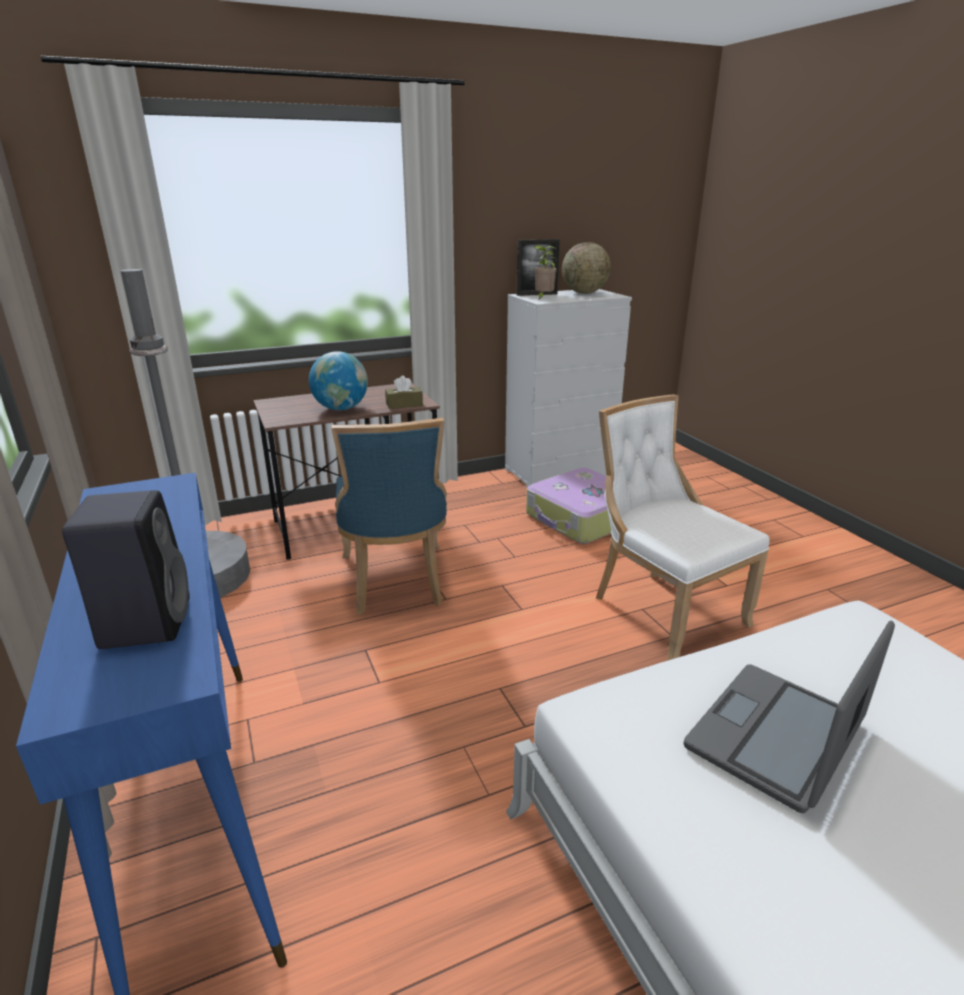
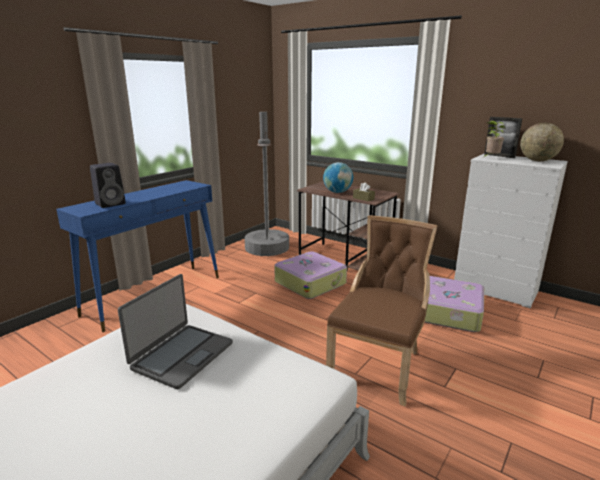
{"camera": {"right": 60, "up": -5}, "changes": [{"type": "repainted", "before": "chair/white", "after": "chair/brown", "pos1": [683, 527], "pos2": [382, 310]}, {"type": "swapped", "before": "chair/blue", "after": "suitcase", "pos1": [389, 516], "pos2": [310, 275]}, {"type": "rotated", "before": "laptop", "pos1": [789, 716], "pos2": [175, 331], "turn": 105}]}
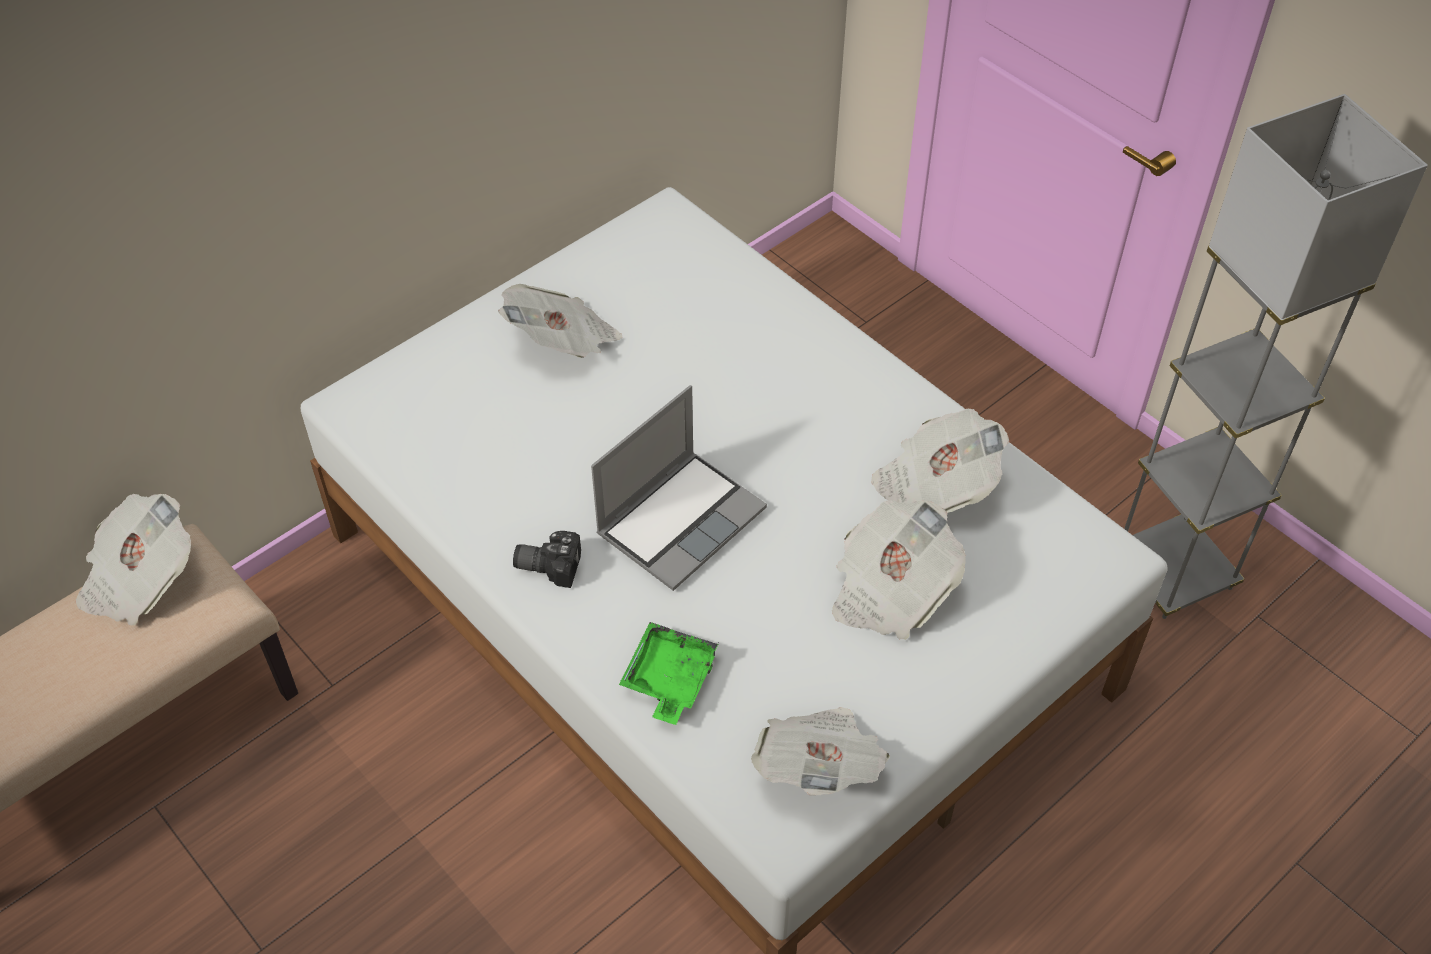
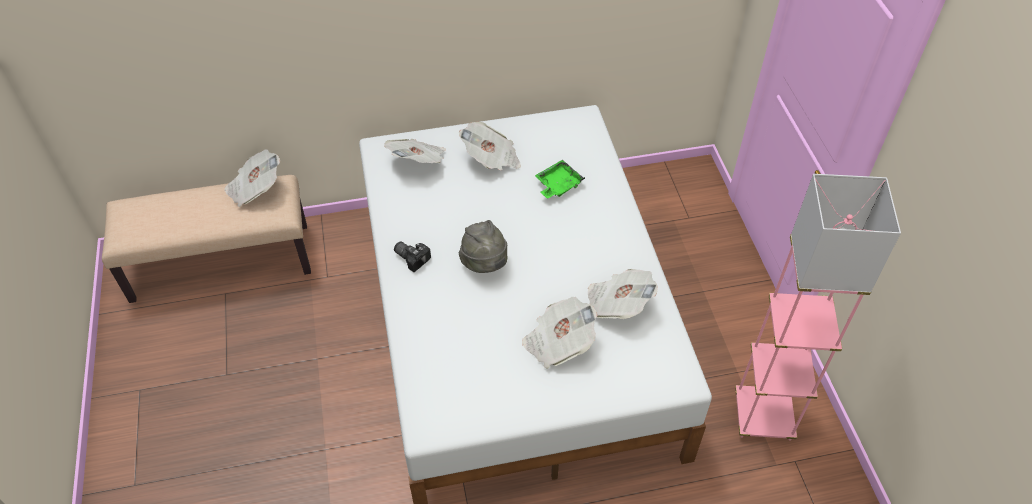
{"camera": {"right": 30, "up": 0}, "changes": [{"type": "repainted", "before": "floor lamp/grey", "after": "floor lamp/pink", "pos1": [1276, 356], "pos2": [818, 307]}, {"type": "swapped", "before": "laptop", "after": "hat/grey", "pos1": [679, 488], "pos2": [483, 246]}, {"type": "shifted", "before": "tray/green", "pos1": [669, 673], "pos2": [560, 179]}, {"type": "shifted", "before": "newspaper", "pos1": [820, 751], "pos2": [415, 151]}]}
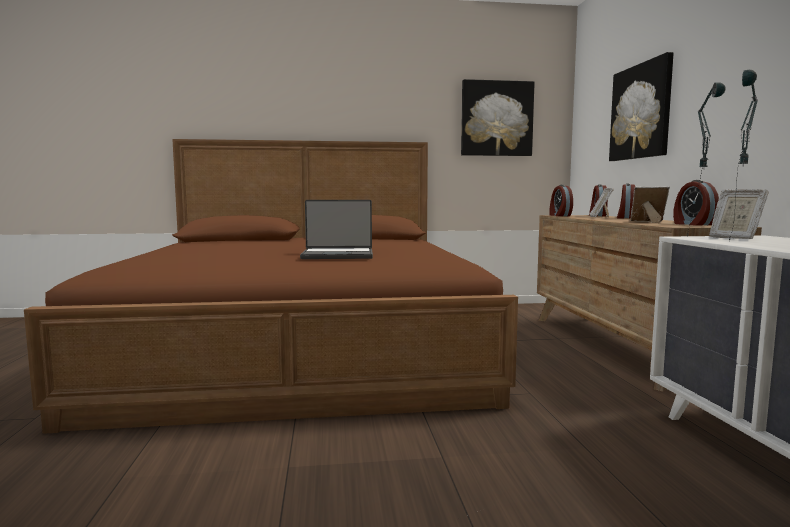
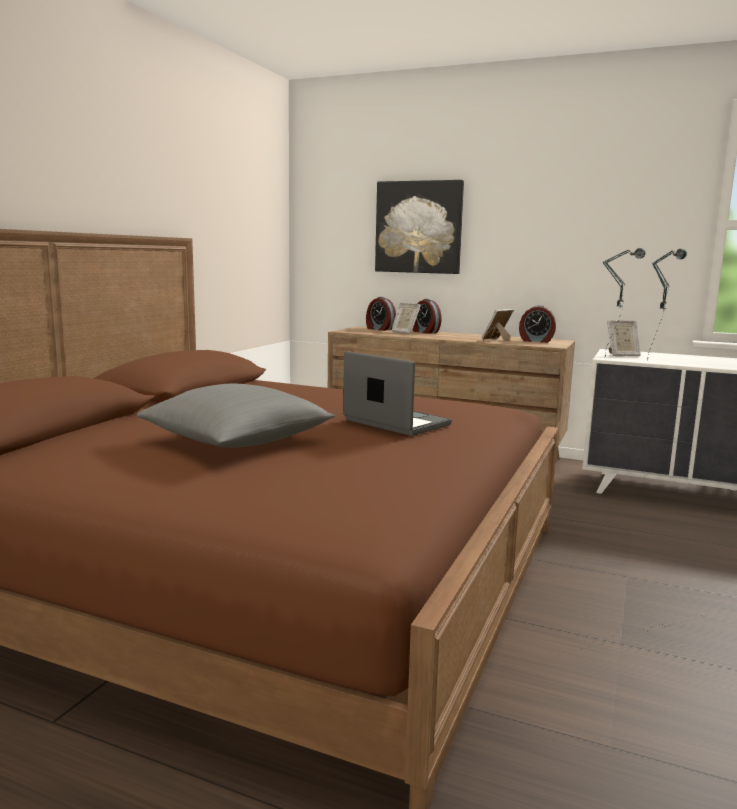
{"camera": {"right": -60, "up": 5}, "changes": [{"type": "gone", "before": "picture", "pos1": [498, 117]}, {"type": "gone", "before": "alarm clock", "pos1": [561, 200]}, {"type": "rotated", "before": "laptop", "pos1": [336, 229], "pos2": [397, 393], "turn": -75}, {"type": "new", "after": "pillow/grey", "pos2": [236, 416]}]}
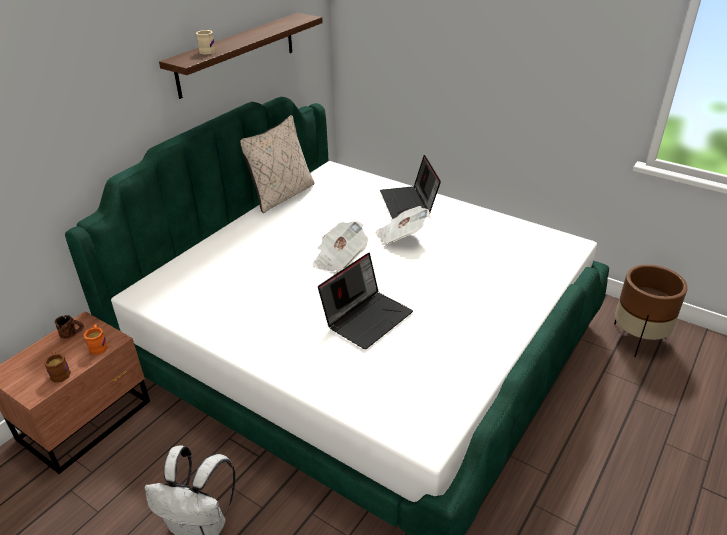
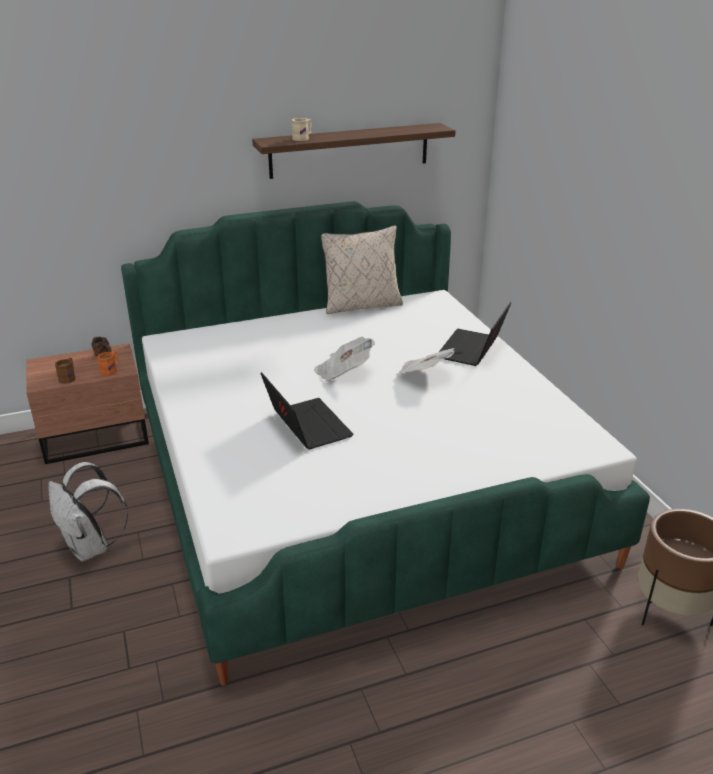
{"camera": {"right": 35, "up": -5}, "changes": [{"type": "rotated", "before": "laptop", "pos1": [365, 301], "pos2": [307, 411], "turn": -105}]}
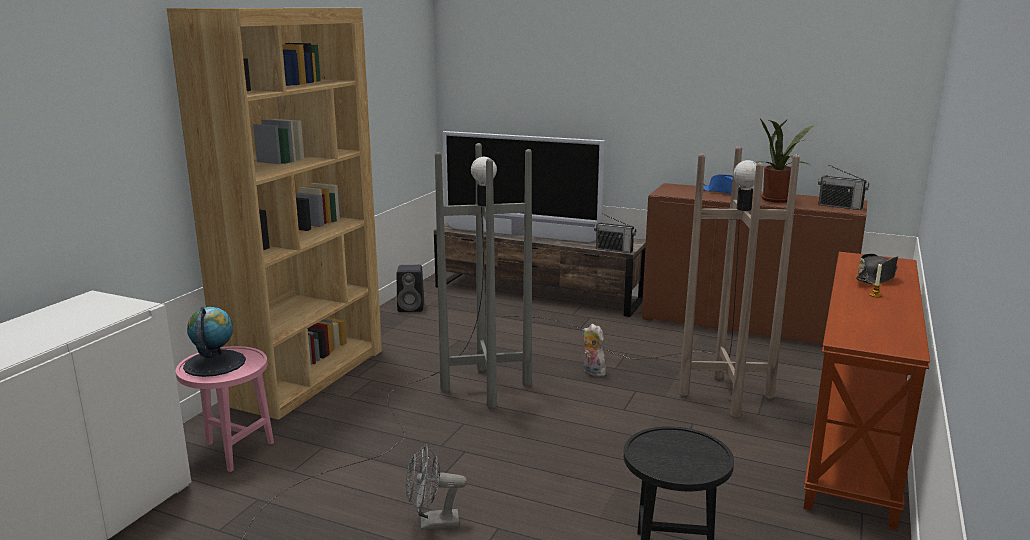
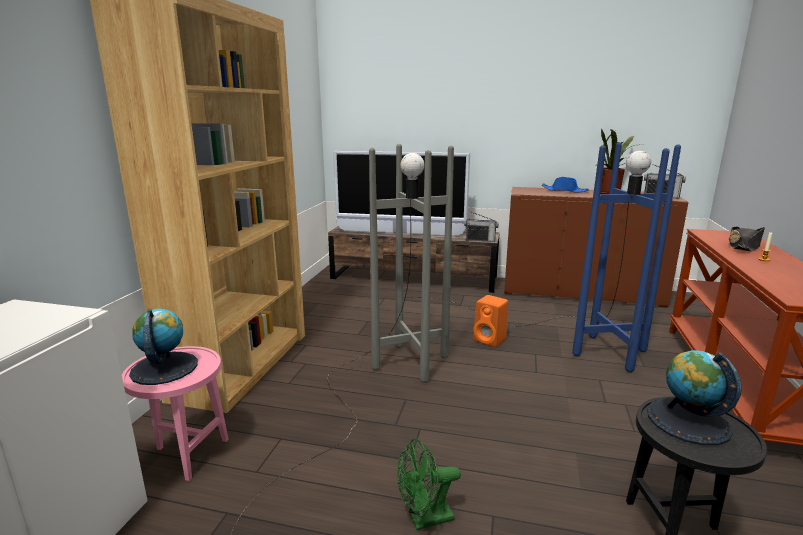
{"camera": {"right": -10, "up": 0}, "changes": [{"type": "repainted", "before": "floor lamp/brown", "after": "floor lamp/blue", "pos1": [659, 282], "pos2": [546, 257]}, {"type": "gone", "before": "speaker/black", "pos1": [410, 288]}, {"type": "swapped", "before": "plush toy", "after": "speaker/orange", "pos1": [594, 350], "pos2": [490, 321]}, {"type": "repainted", "before": "fan/grey", "after": "fan/green", "pos1": [436, 487], "pos2": [429, 484]}, {"type": "new", "after": "globe", "pos2": [694, 397]}]}
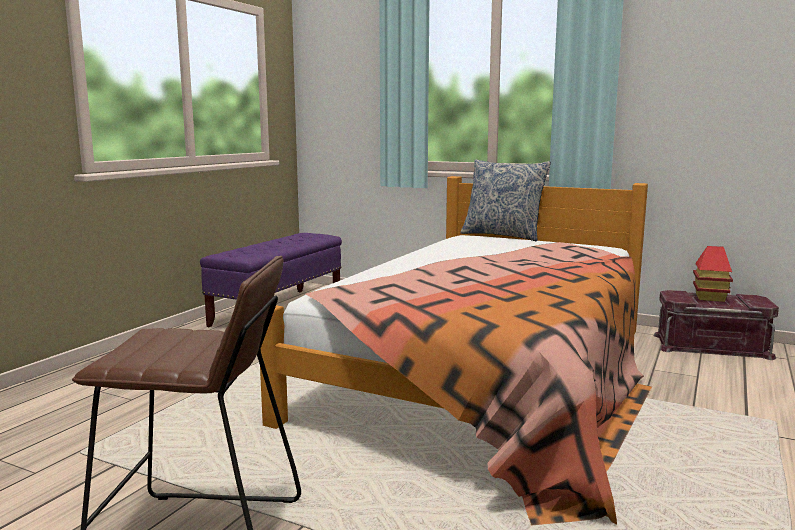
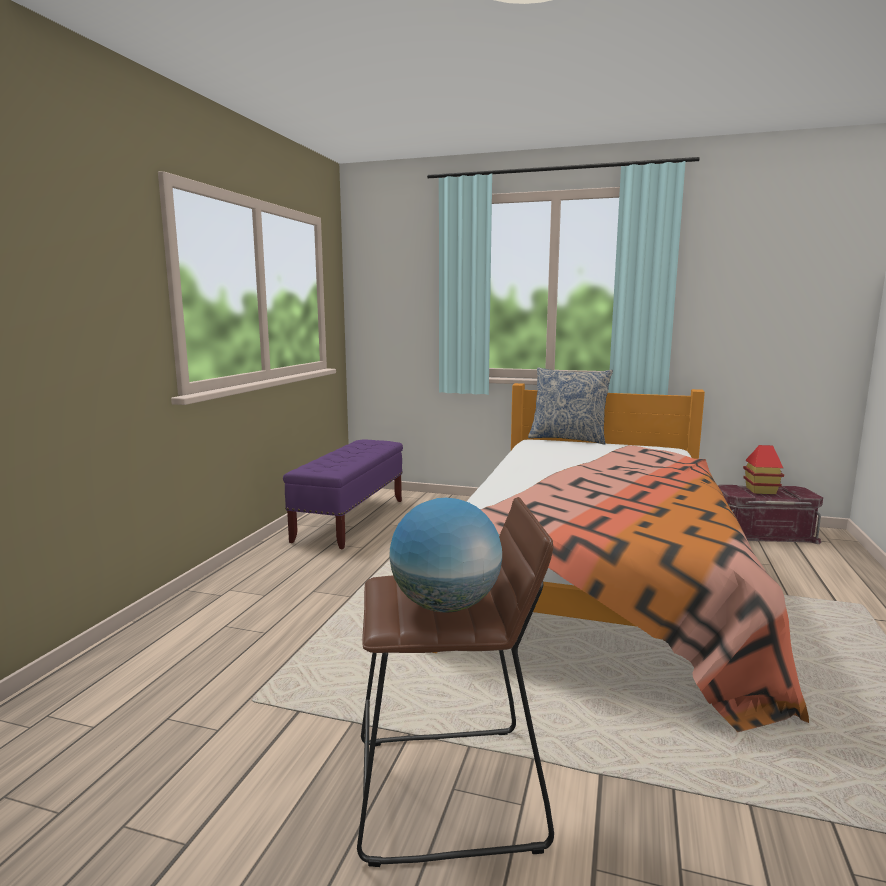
{"camera": {"right": -10, "up": 0}, "changes": [{"type": "new", "after": "globe", "pos2": [445, 555]}]}
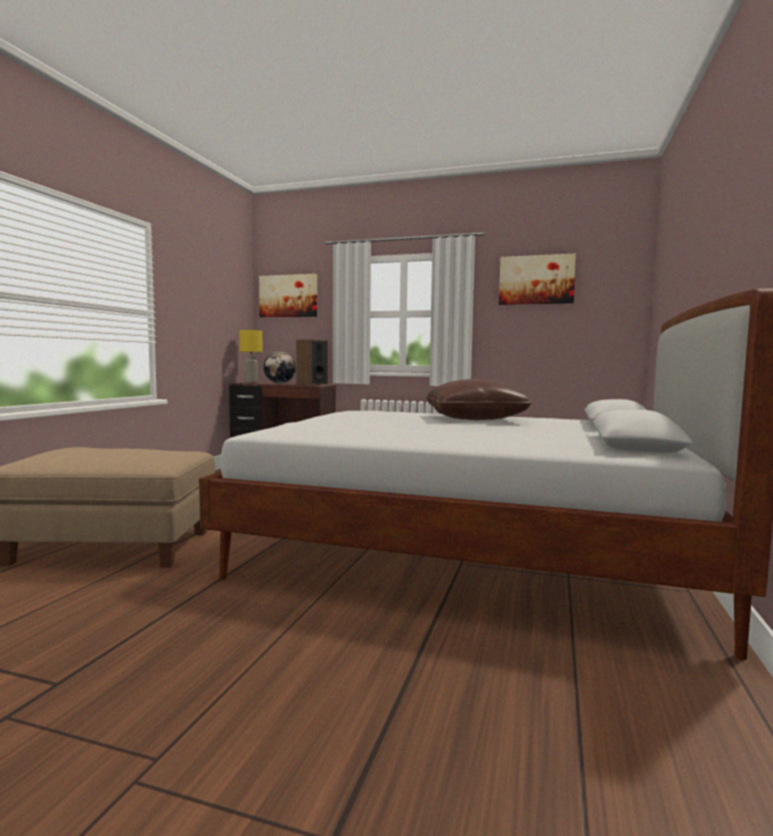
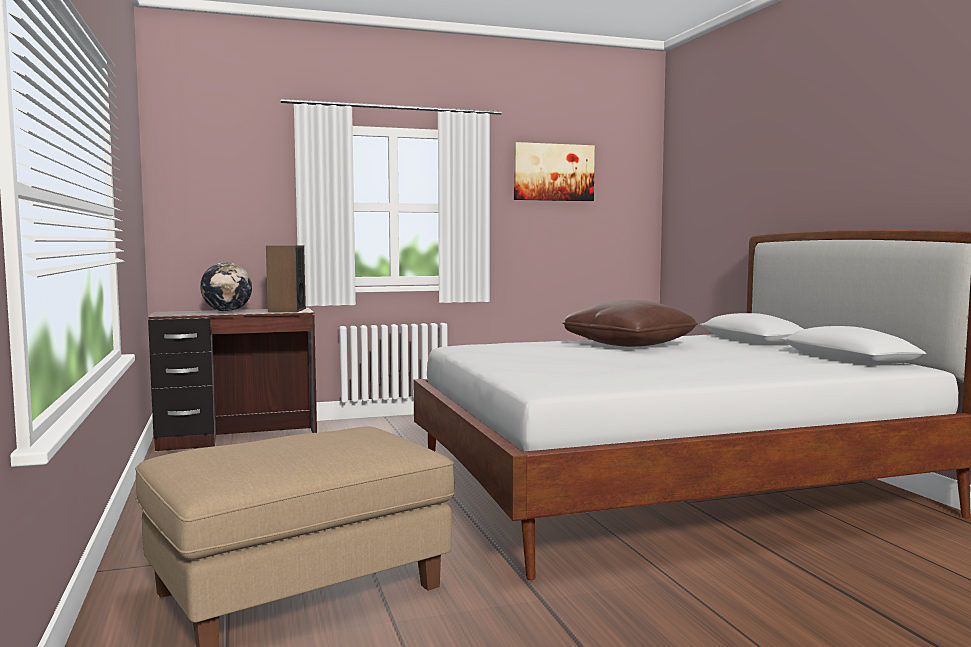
{"camera": {"right": -35, "up": 0}, "changes": [{"type": "gone", "before": "picture", "pos1": [288, 295]}, {"type": "gone", "before": "table lamp/yellow", "pos1": [251, 356]}]}
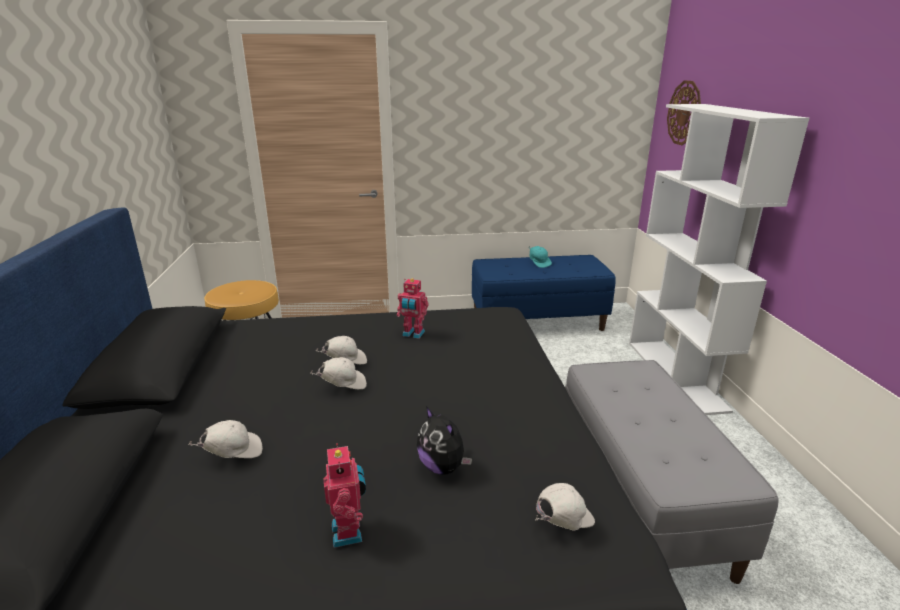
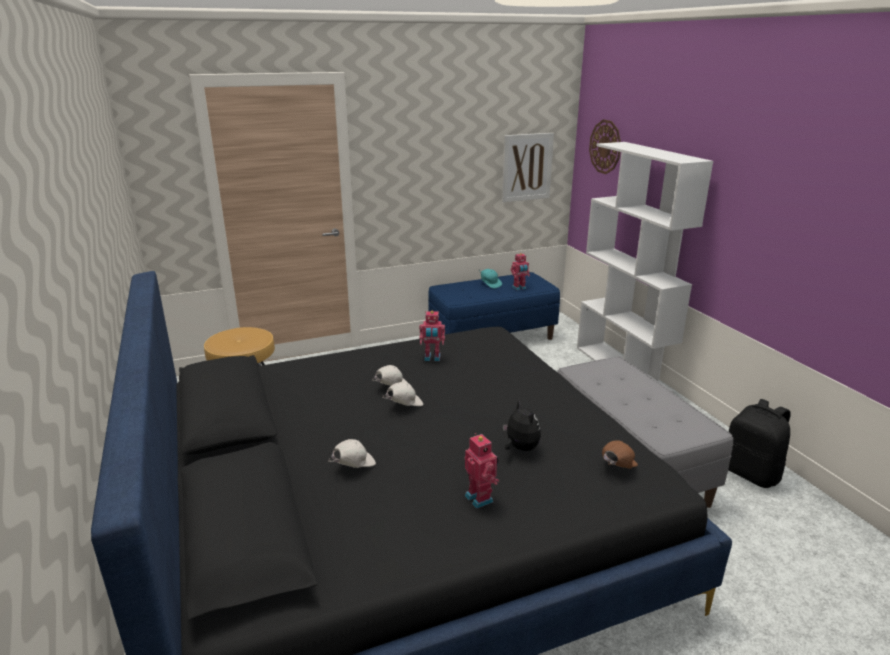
{"camera": {"right": -15, "up": 0}, "changes": [{"type": "rotated", "before": "plush toy", "pos1": [444, 440], "pos2": [521, 425], "turn": -150}, {"type": "repainted", "before": "cap/white", "after": "cap/brown", "pos1": [565, 506], "pos2": [620, 454]}, {"type": "new", "after": "picture", "pos2": [528, 167]}, {"type": "new", "after": "toy robot", "pos2": [520, 271]}, {"type": "new", "after": "backpack/black", "pos2": [759, 443]}]}
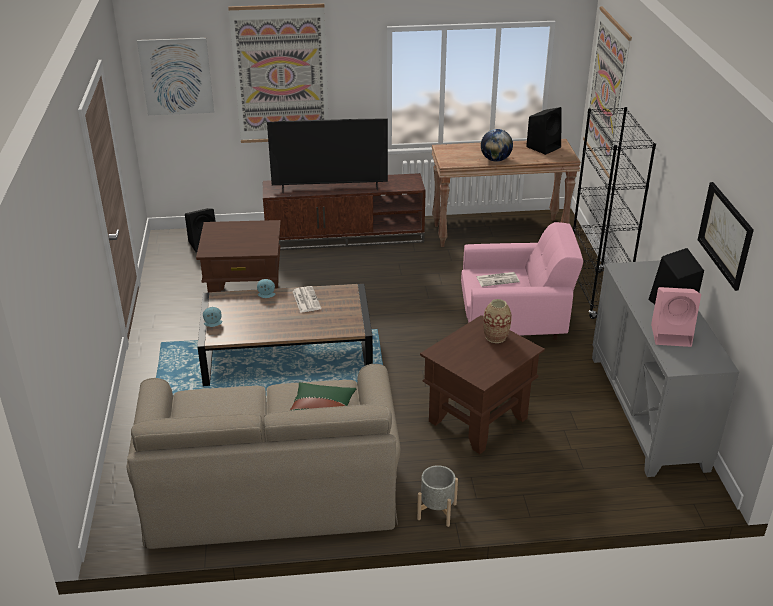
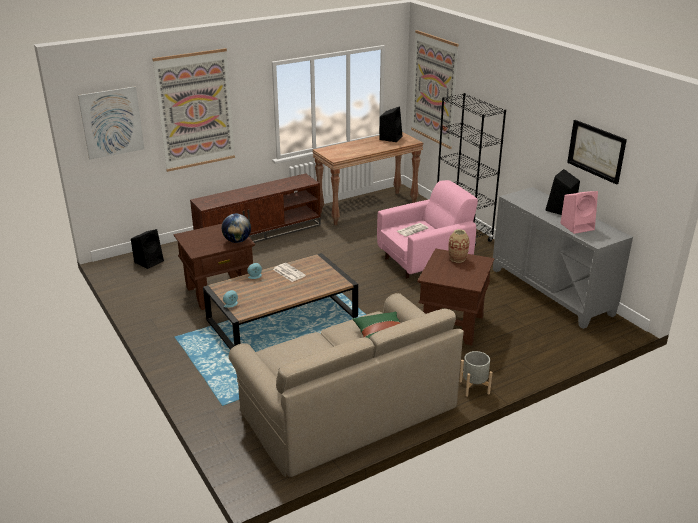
{"camera": {"right": -25, "up": -5}, "changes": [{"type": "gone", "before": "television", "pos1": [327, 156]}, {"type": "shifted", "before": "globe", "pos1": [497, 145], "pos2": [236, 228]}]}
